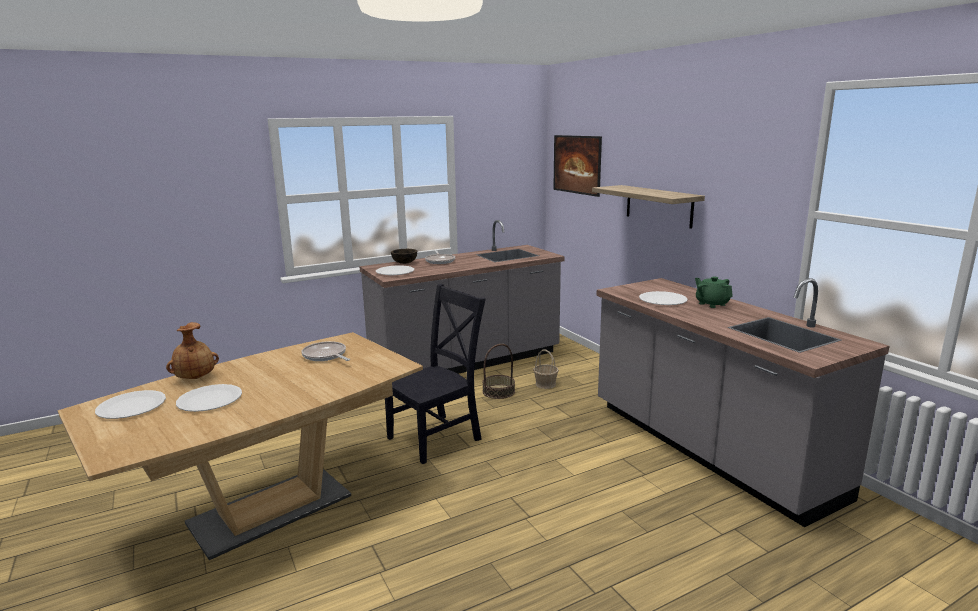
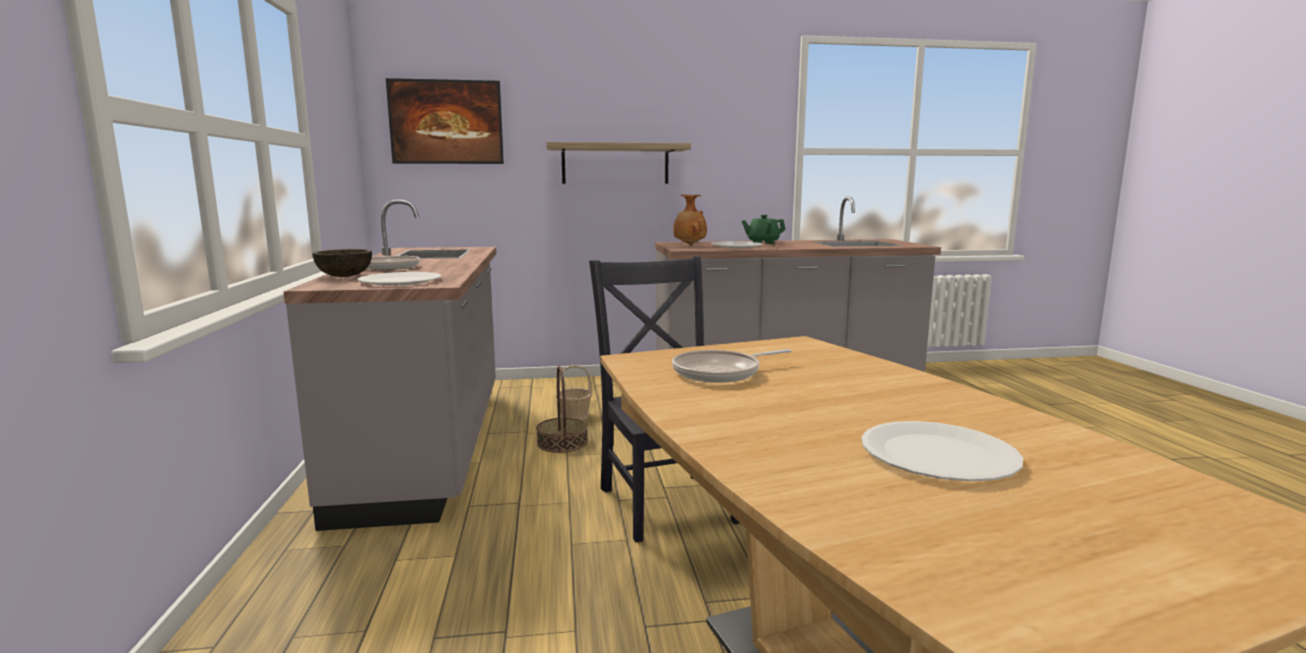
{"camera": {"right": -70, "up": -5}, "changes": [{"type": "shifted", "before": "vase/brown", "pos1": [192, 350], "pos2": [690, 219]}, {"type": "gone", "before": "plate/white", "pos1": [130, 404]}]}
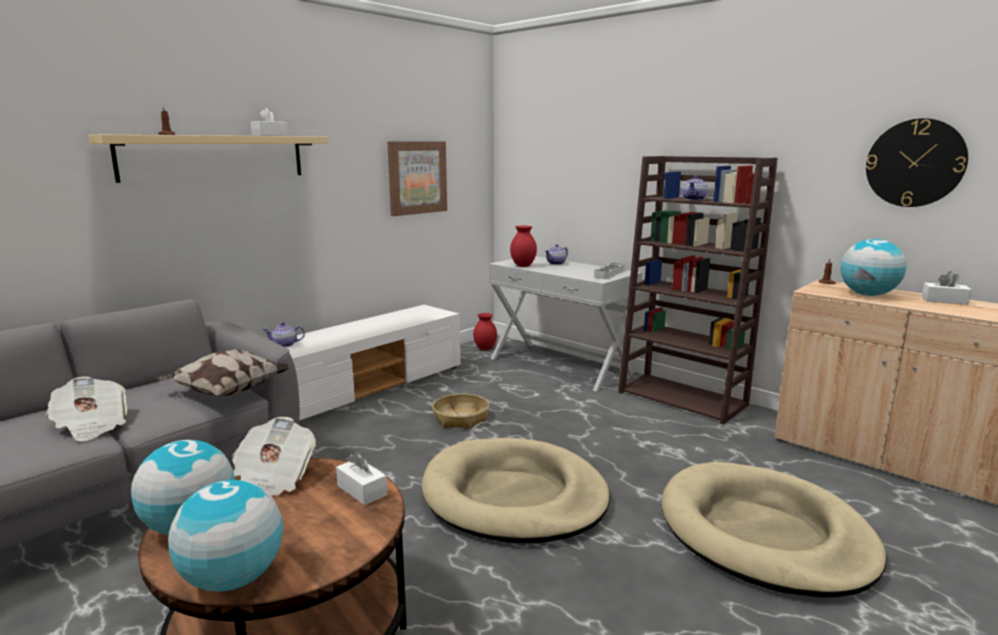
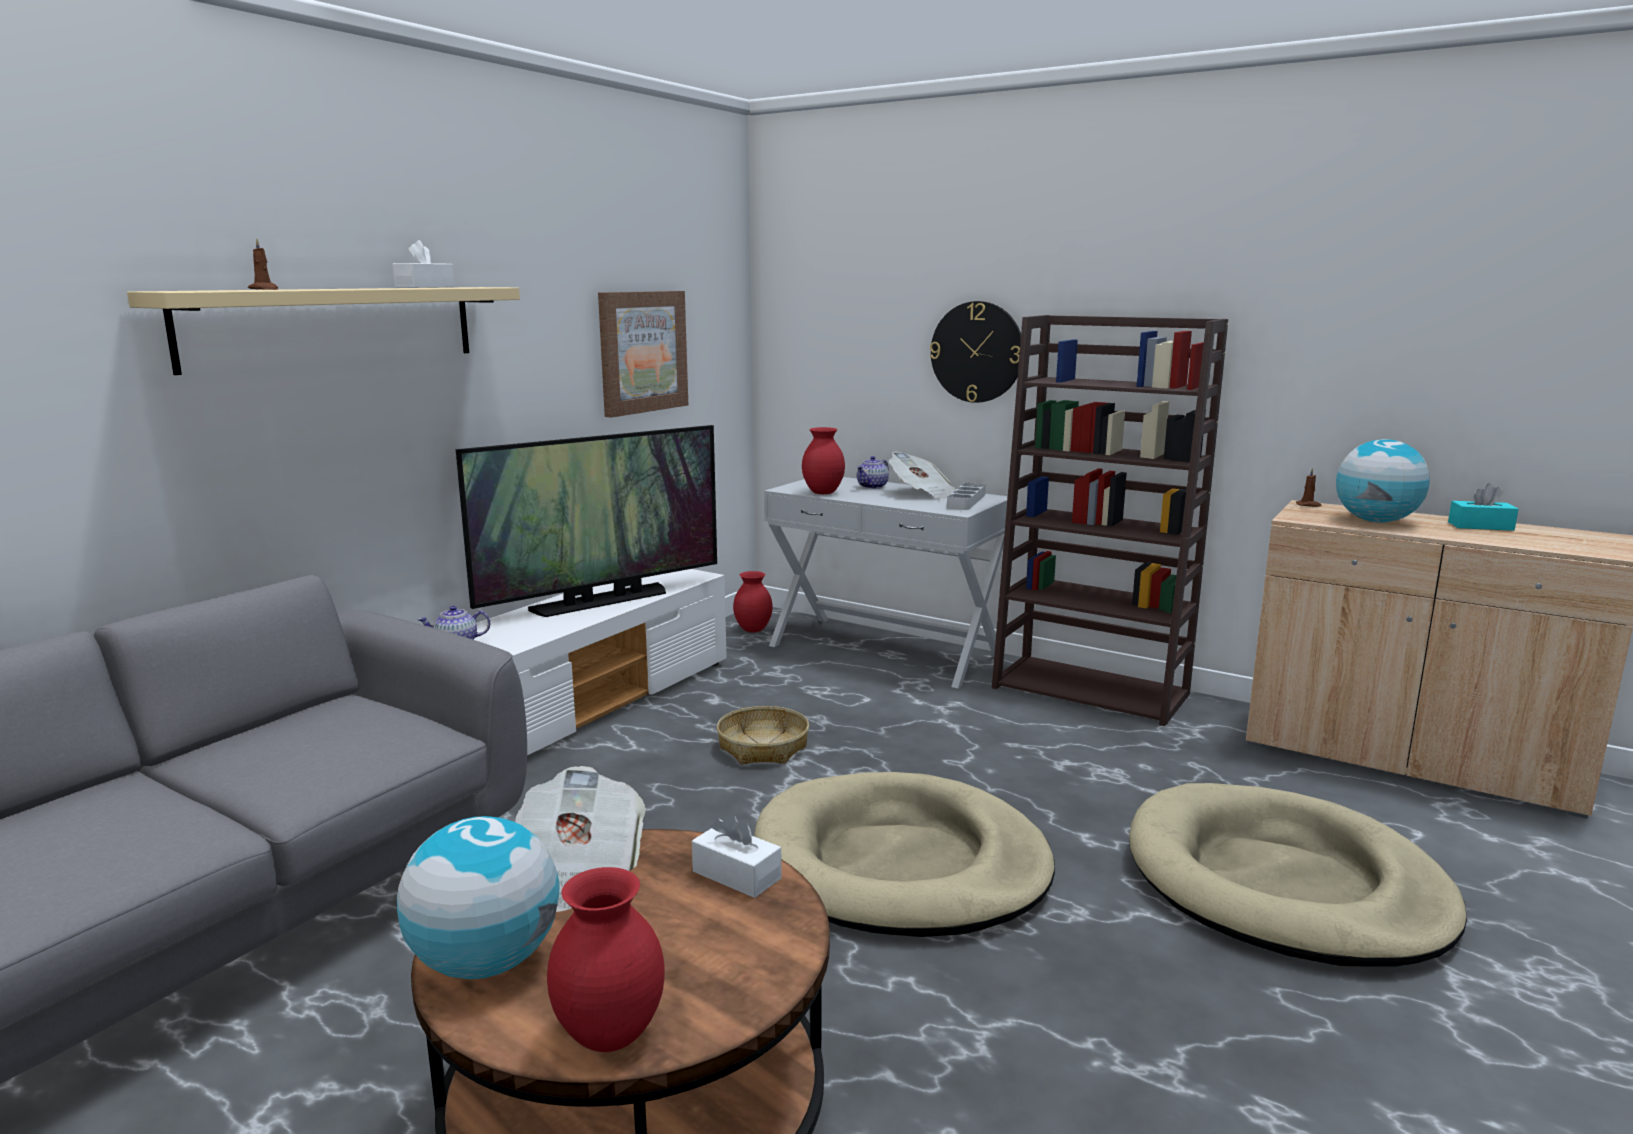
{"camera": {"right": -10, "up": 0}, "changes": [{"type": "shifted", "before": "wall clock", "pos1": [917, 162], "pos2": [975, 352]}, {"type": "gone", "before": "teapot", "pos1": [695, 188]}, {"type": "repainted", "before": "tissue box/white", "after": "tissue box/turquoise", "pos1": [946, 288], "pos2": [1483, 507]}, {"type": "gone", "before": "pillow", "pos1": [223, 373]}, {"type": "shifted", "before": "newspaper", "pos1": [86, 408], "pos2": [921, 475]}, {"type": "swapped", "before": "globe", "after": "vase/red", "pos1": [225, 536], "pos2": [606, 959]}, {"type": "new", "after": "television", "pos2": [586, 521]}]}
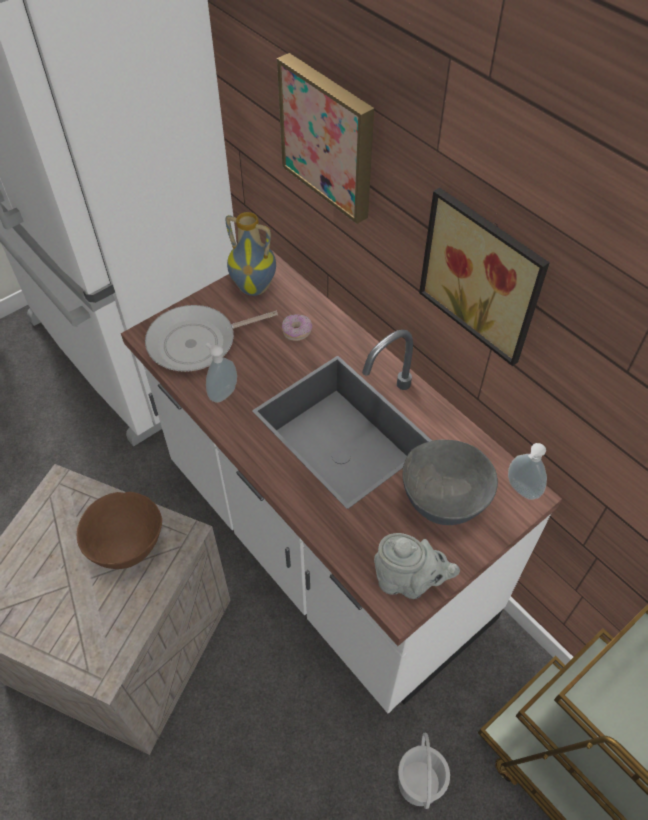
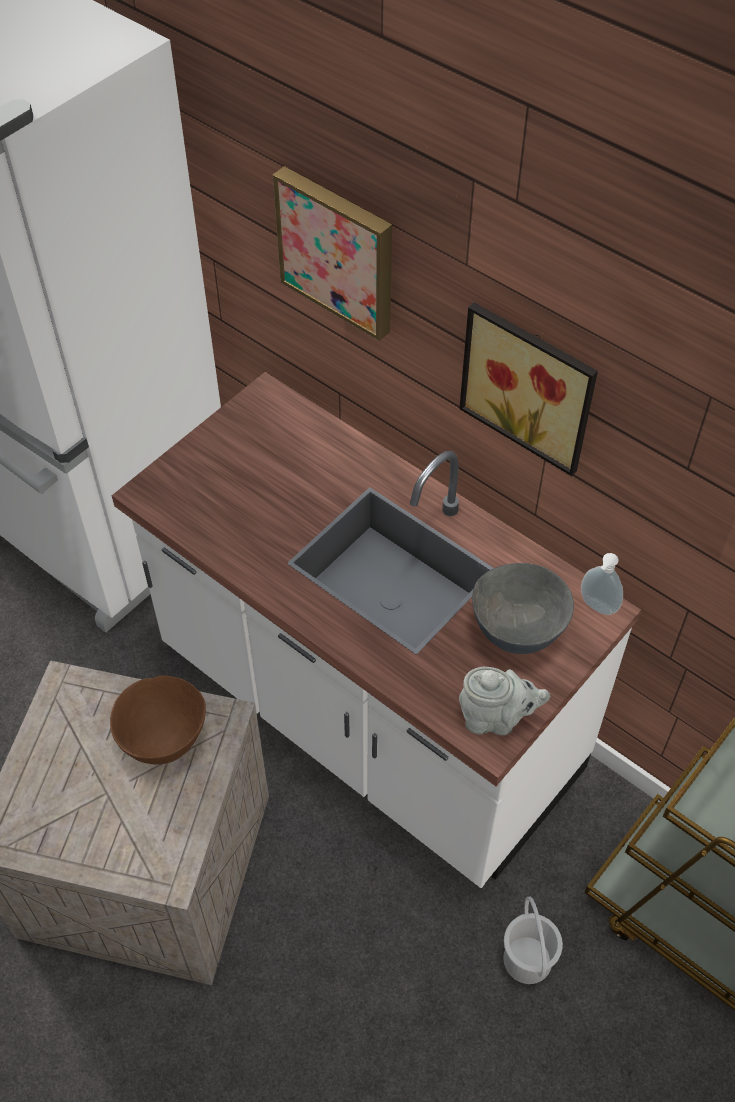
{"camera": {"right": -10, "up": 0}, "changes": [{"type": "gone", "before": "vase", "pos1": [251, 254]}, {"type": "gone", "before": "frying pan", "pos1": [211, 338]}, {"type": "gone", "before": "donut", "pos1": [297, 327]}, {"type": "gone", "before": "soap dispenser", "pos1": [221, 373]}]}
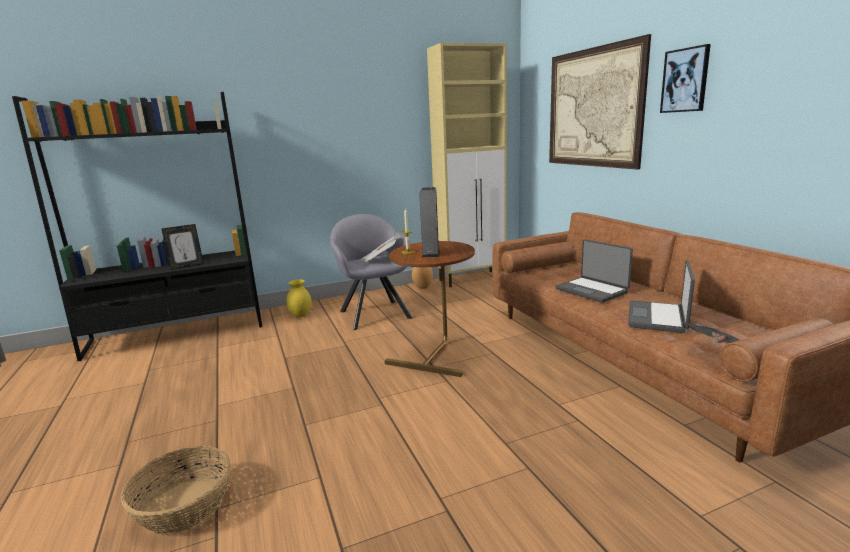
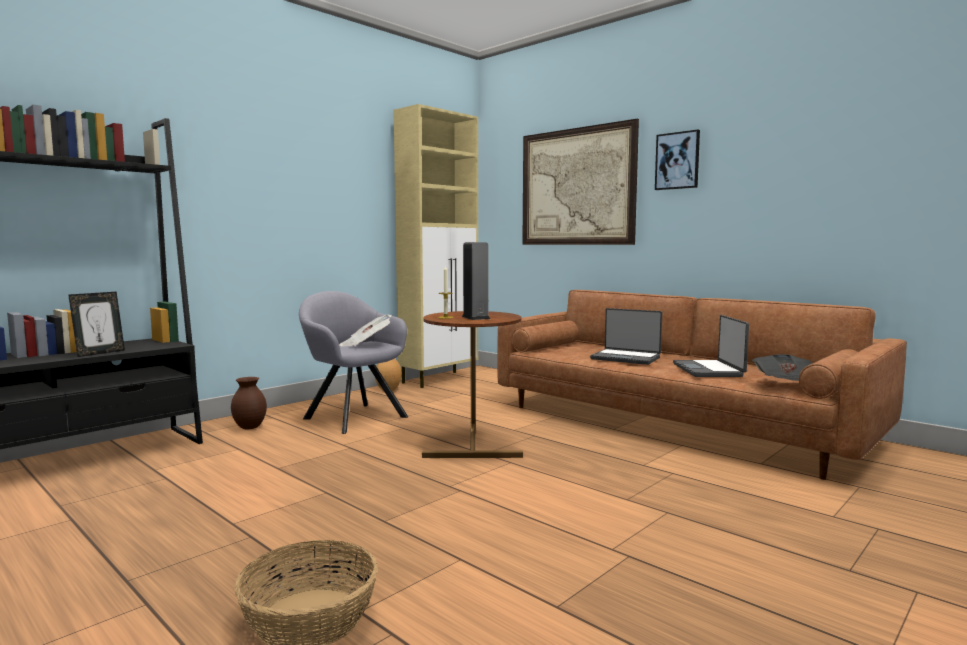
{"camera": {"right": -25, "up": -10}, "changes": [{"type": "repainted", "before": "vase/yellow", "after": "vase/brown", "pos1": [299, 298], "pos2": [249, 403]}]}
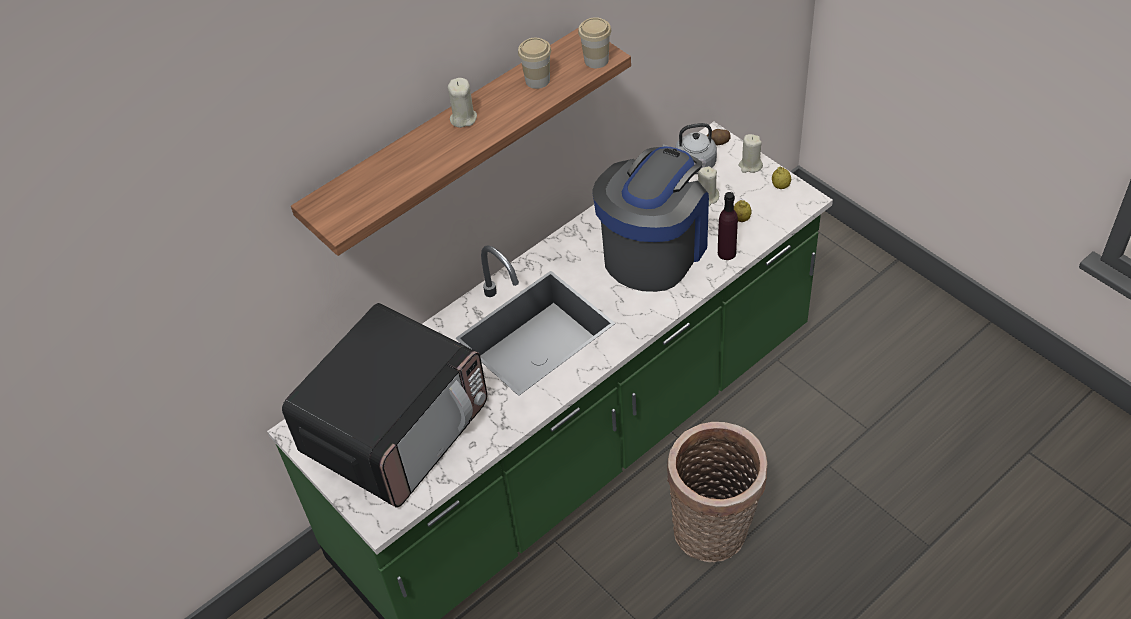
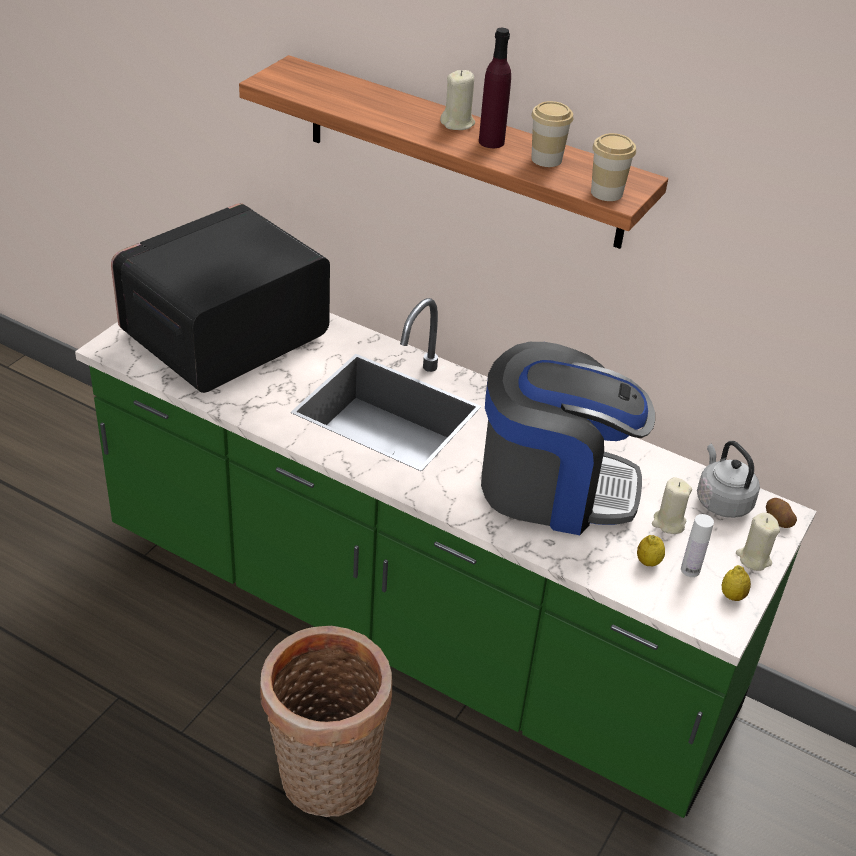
{"camera": {"right": 65, "up": -10}, "changes": [{"type": "shifted", "before": "bottle/purple", "pos1": [728, 226], "pos2": [495, 88]}, {"type": "rotated", "before": "microwave", "pos1": [385, 405], "pos2": [220, 298], "turn": 120}, {"type": "new", "after": "bottle/white", "pos2": [697, 545]}]}
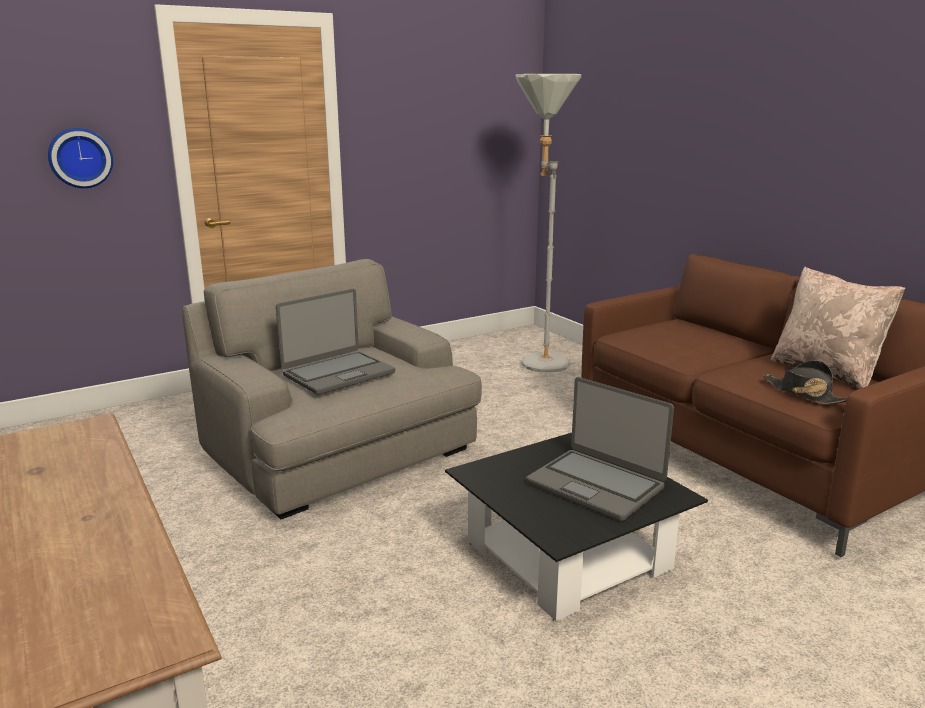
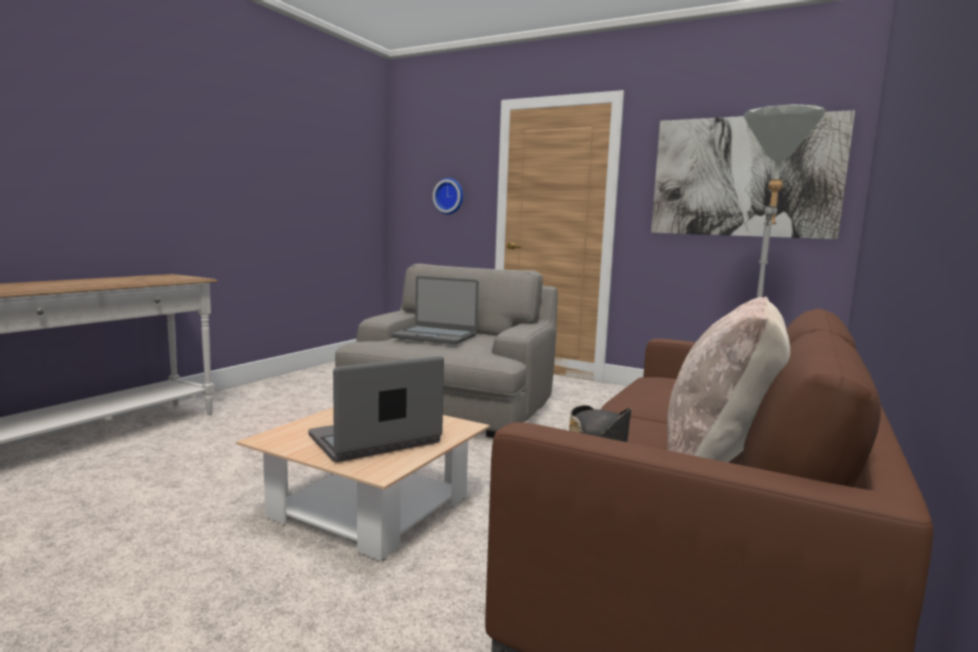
{"camera": {"right": 60, "up": -10}, "changes": [{"type": "rotated", "before": "laptop", "pos1": [600, 449], "pos2": [376, 409], "turn": 45}, {"type": "repainted", "before": "coffee table/black", "after": "coffee table/beige", "pos1": [576, 527], "pos2": [363, 484]}, {"type": "new", "after": "picture", "pos2": [753, 174]}]}
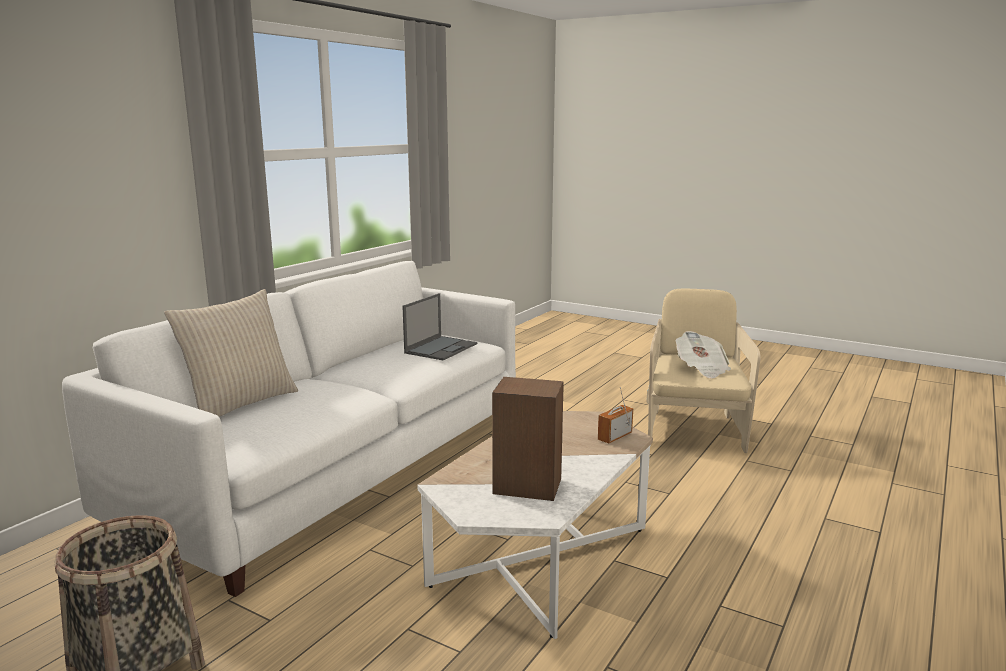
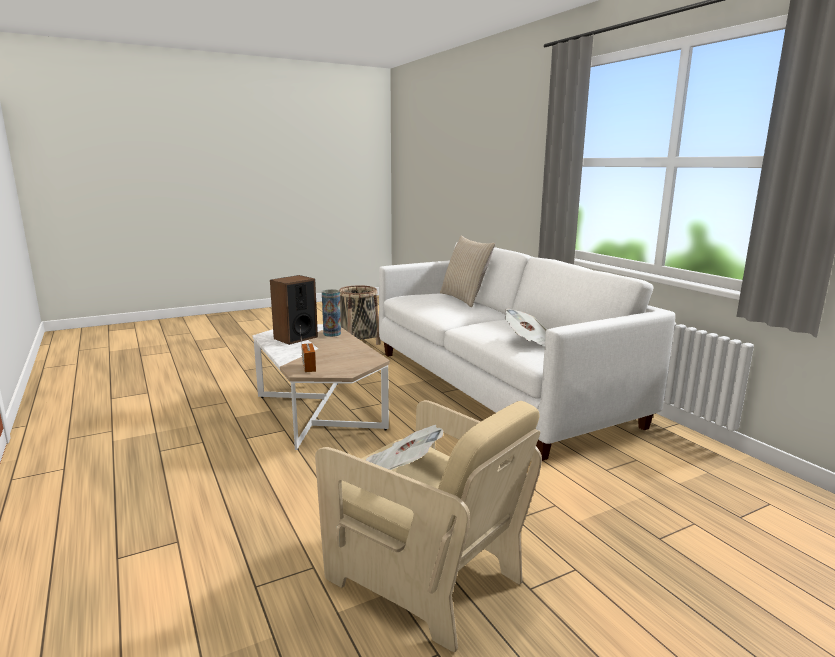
{"camera": {"right": 120, "up": 0}, "changes": [{"type": "swapped", "before": "laptop", "after": "newspaper", "pos1": [439, 326], "pos2": [526, 328]}, {"type": "new", "after": "vase", "pos2": [331, 313]}]}
